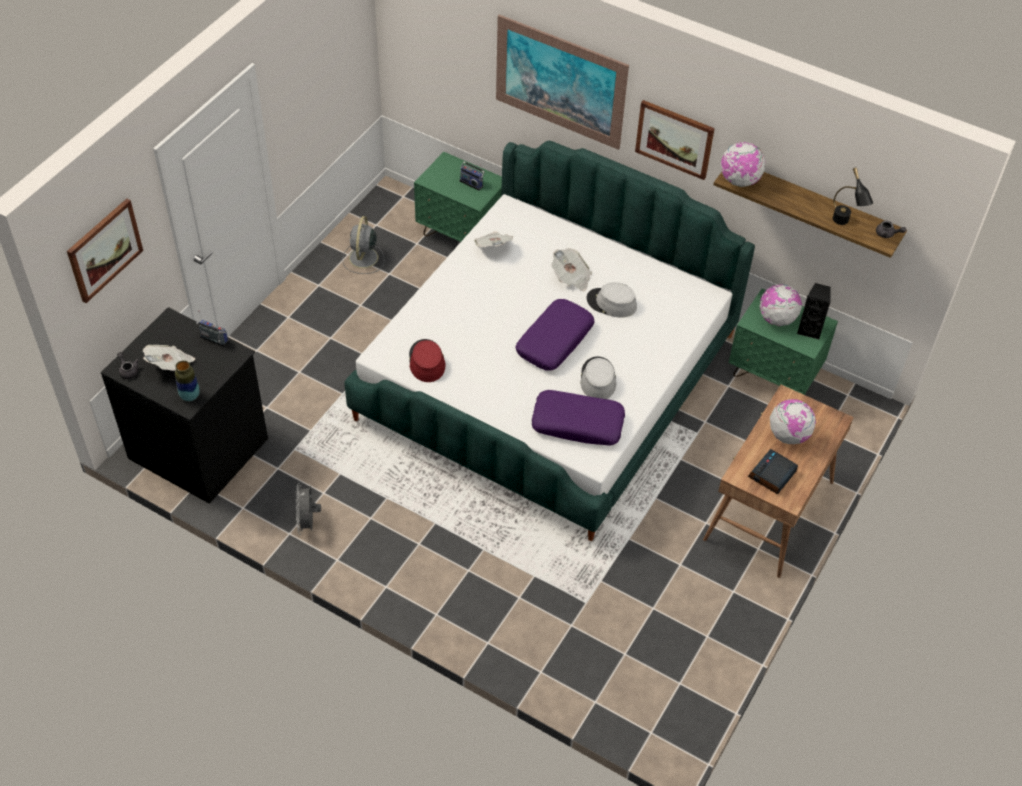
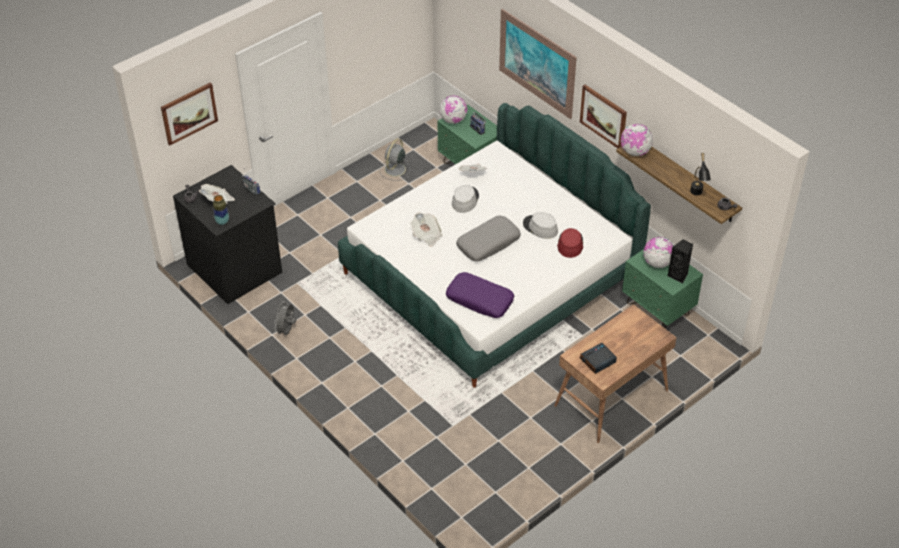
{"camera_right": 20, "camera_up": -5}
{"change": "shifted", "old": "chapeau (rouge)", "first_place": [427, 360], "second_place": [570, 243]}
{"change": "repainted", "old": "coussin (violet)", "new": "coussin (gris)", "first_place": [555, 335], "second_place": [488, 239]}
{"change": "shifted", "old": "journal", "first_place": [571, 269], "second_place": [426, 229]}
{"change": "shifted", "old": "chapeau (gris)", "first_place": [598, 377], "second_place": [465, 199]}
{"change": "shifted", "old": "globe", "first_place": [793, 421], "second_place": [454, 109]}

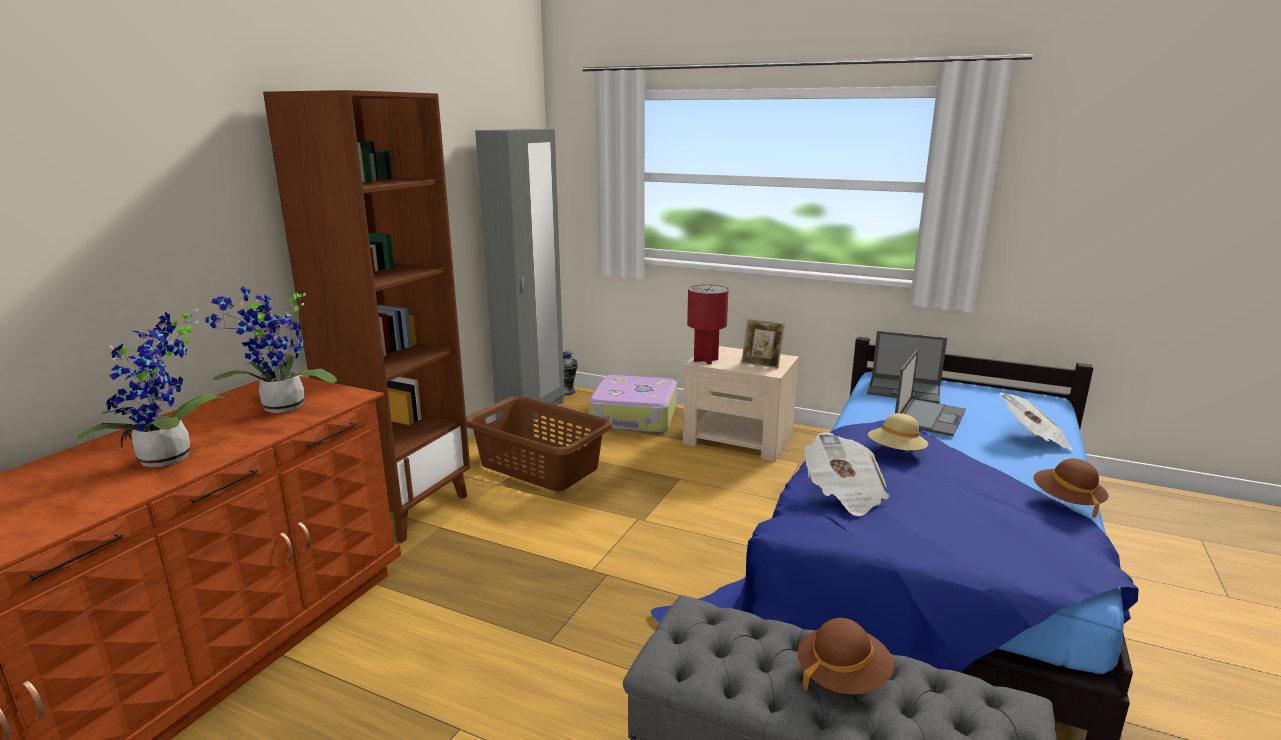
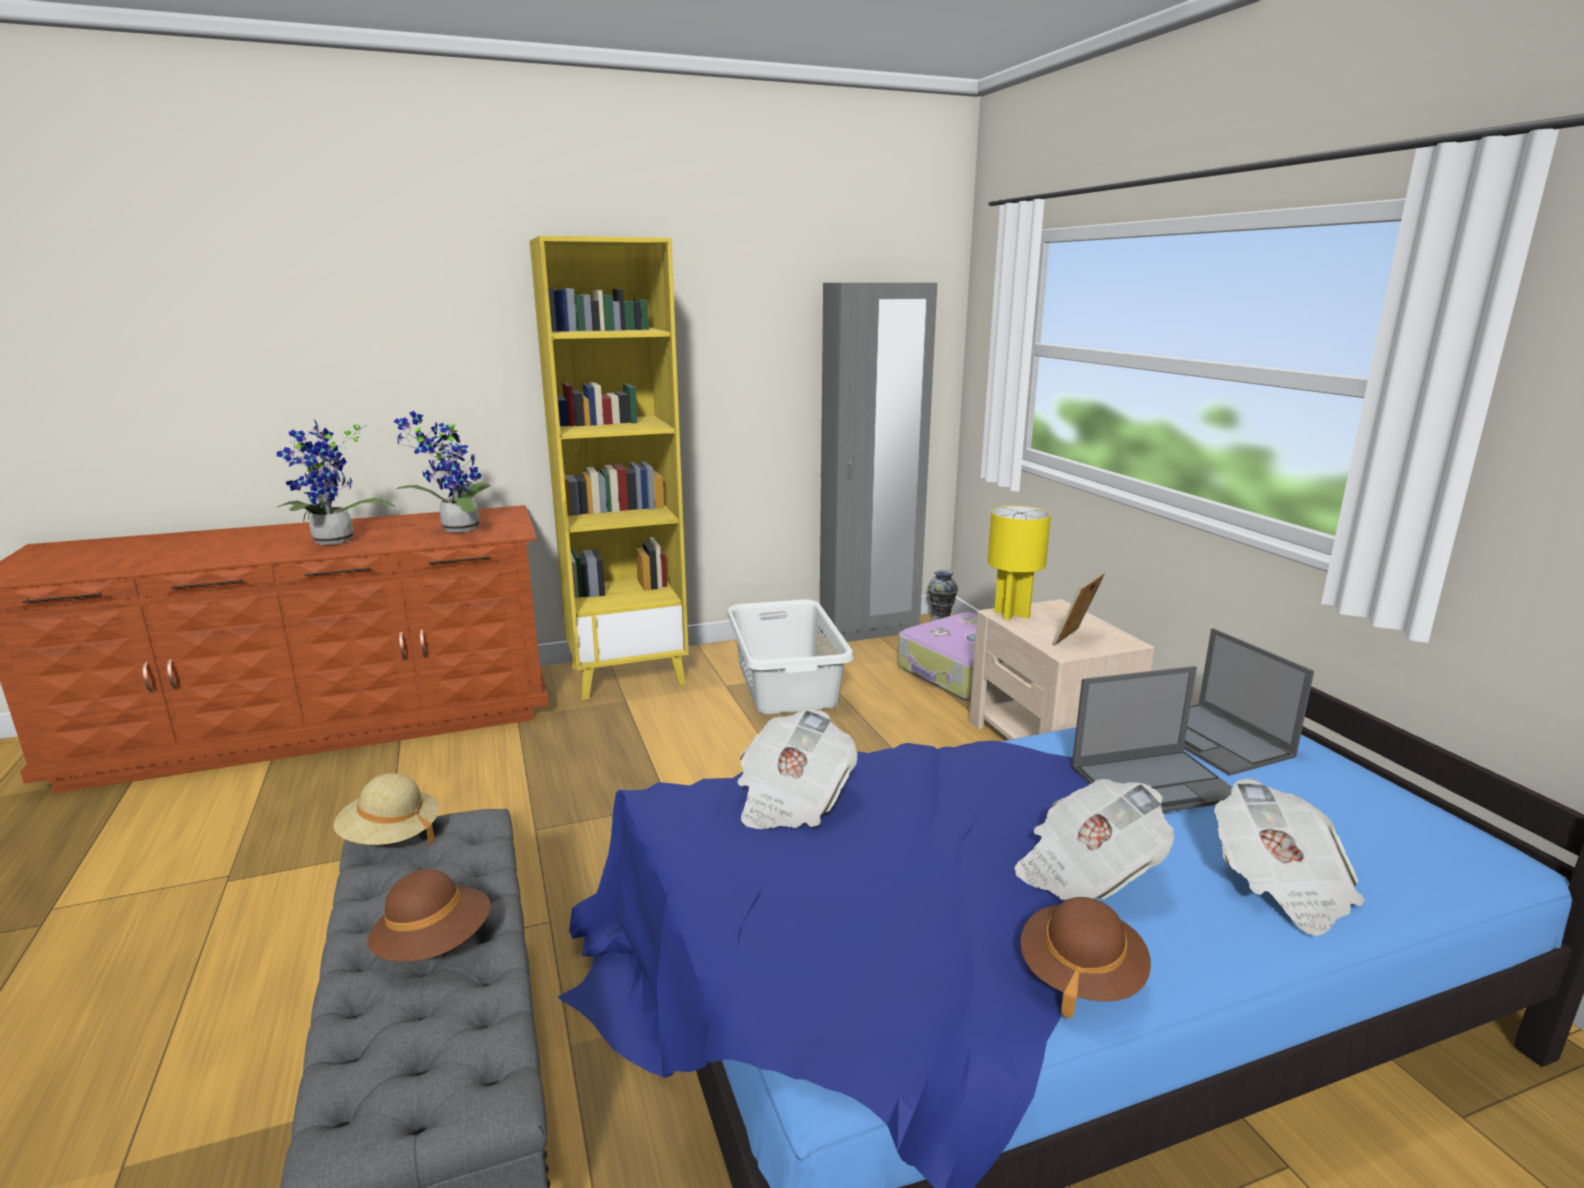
{"camera_right": 45, "camera_up": 0}
{"change": "repainted", "old": "bibliothèque (marron)", "new": "bibliothèque (jaune)", "first_place": [366, 316], "second_place": [609, 468]}
{"change": "repainted", "old": "panier à linge (marron)", "new": "panier à linge (blanc)", "first_place": [539, 443], "second_place": [790, 656]}
{"change": "repainted", "old": "lampe de table (rouge)", "new": "lampe de table (jaune)", "first_place": [707, 324], "second_place": [1019, 563]}
{"change": "rotated", "old": "cadre photo", "first_place": [763, 343], "second_place": [1079, 609], "degrees": 60}
{"change": "shifted", "old": "chapeau (beige)", "first_place": [898, 431], "second_place": [386, 809]}
{"change": "new", "new": "journal", "second_place": [1094, 839]}

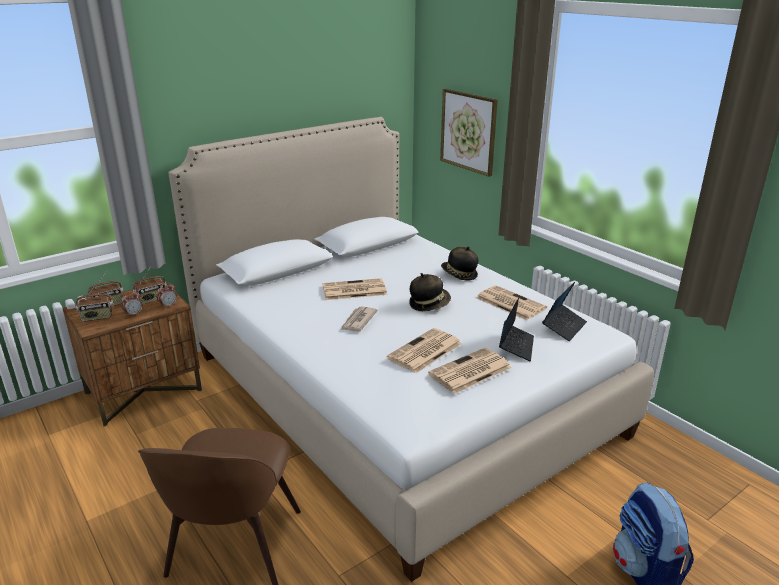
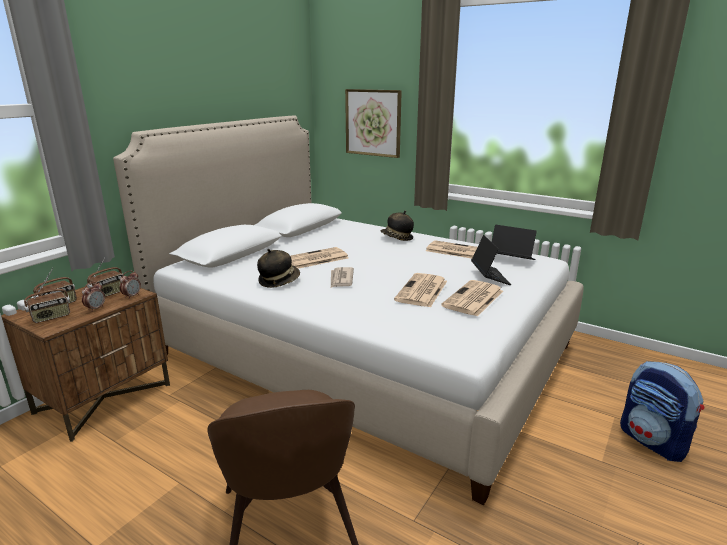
{"camera_right": -20, "camera_up": -5}
{"change": "shifted", "old": "chapeau", "first_place": [430, 292], "second_place": [278, 268]}
{"change": "rotated", "old": "ordinateur portable", "first_place": [564, 311], "second_place": [514, 242], "degrees": -75}

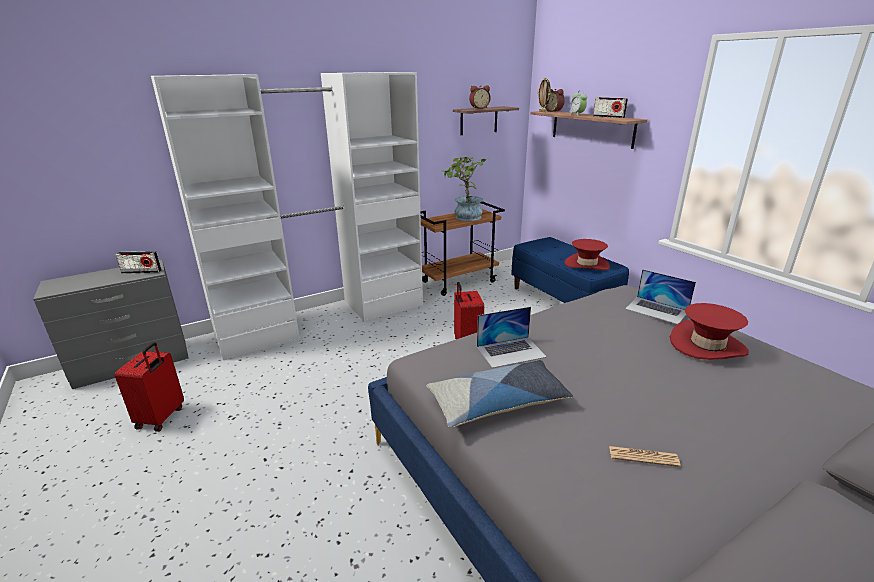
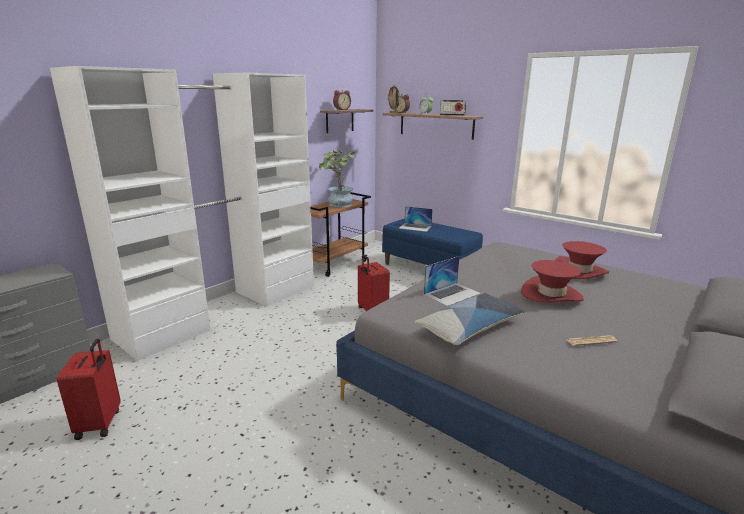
{"camera_right": -20, "camera_up": -5}
{"change": "gone", "old": "radio", "first_place": [139, 262]}
{"change": "shifted", "old": "chapeau (rouge)", "first_place": [587, 254], "second_place": [552, 281]}
{"change": "shifted", "old": "ordinateur portable", "first_place": [660, 296], "second_place": [416, 219]}

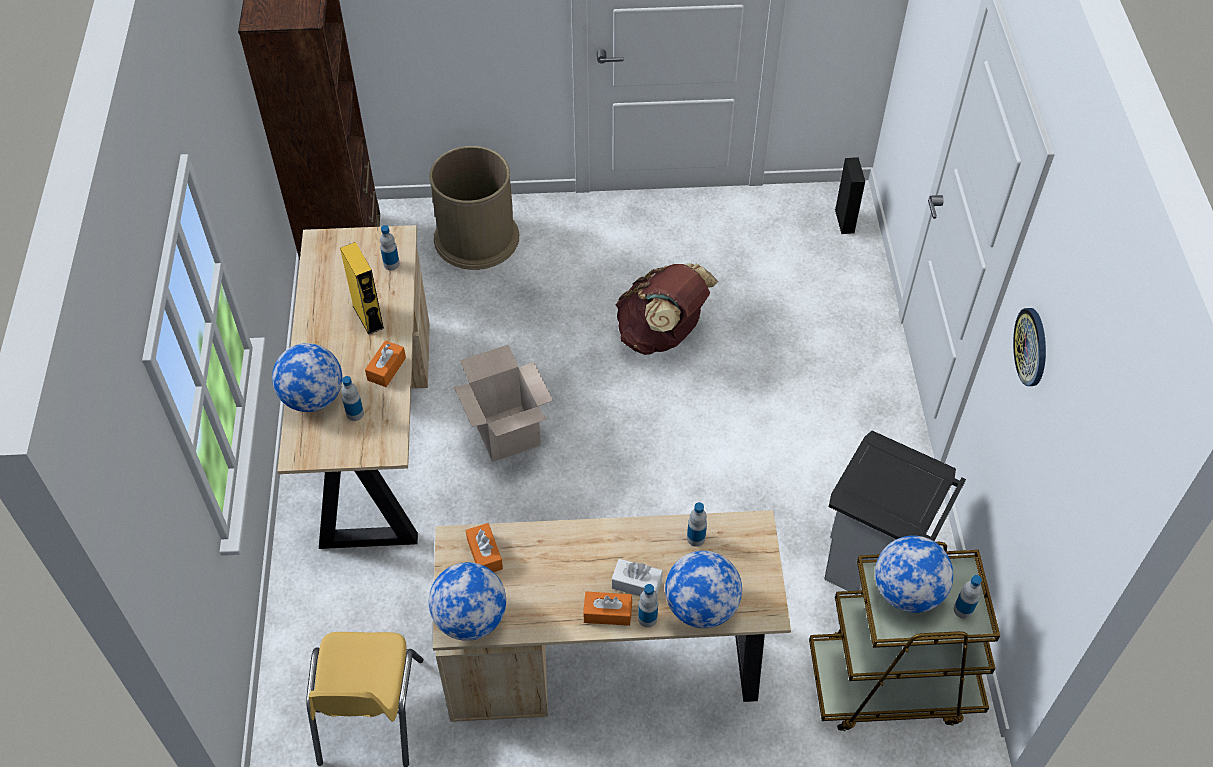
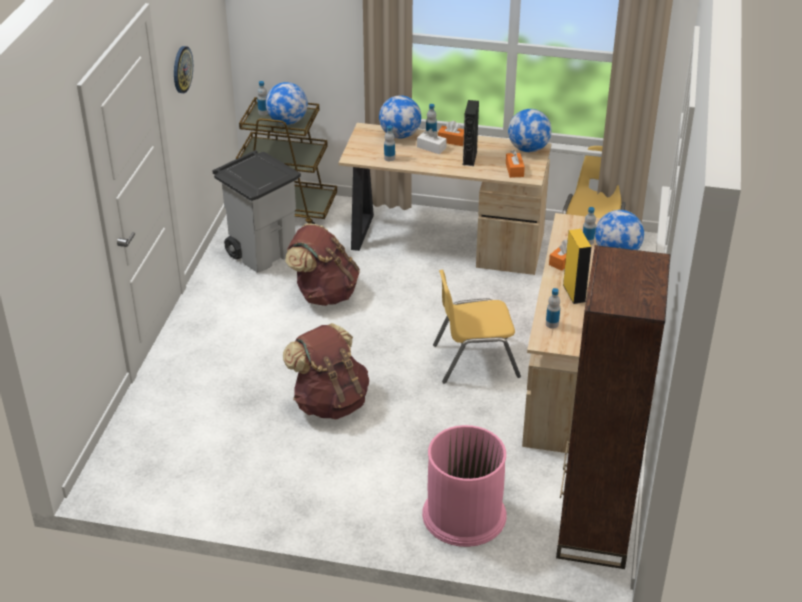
{"camera_right": -165, "camera_up": -15}
{"change": "repainted", "old": "poubelle (marron)", "new": "poubelle (rose)", "first_place": [474, 208], "second_place": [464, 486]}
{"change": "swapped", "old": "carton", "new": "chaise (jaune)", "first_place": [503, 403], "second_place": [477, 327]}
{"change": "shifted", "old": "enceinte (noir)", "first_place": [850, 195], "second_place": [471, 133]}
{"change": "new", "new": "sac à dos (marron)", "second_place": [322, 264]}

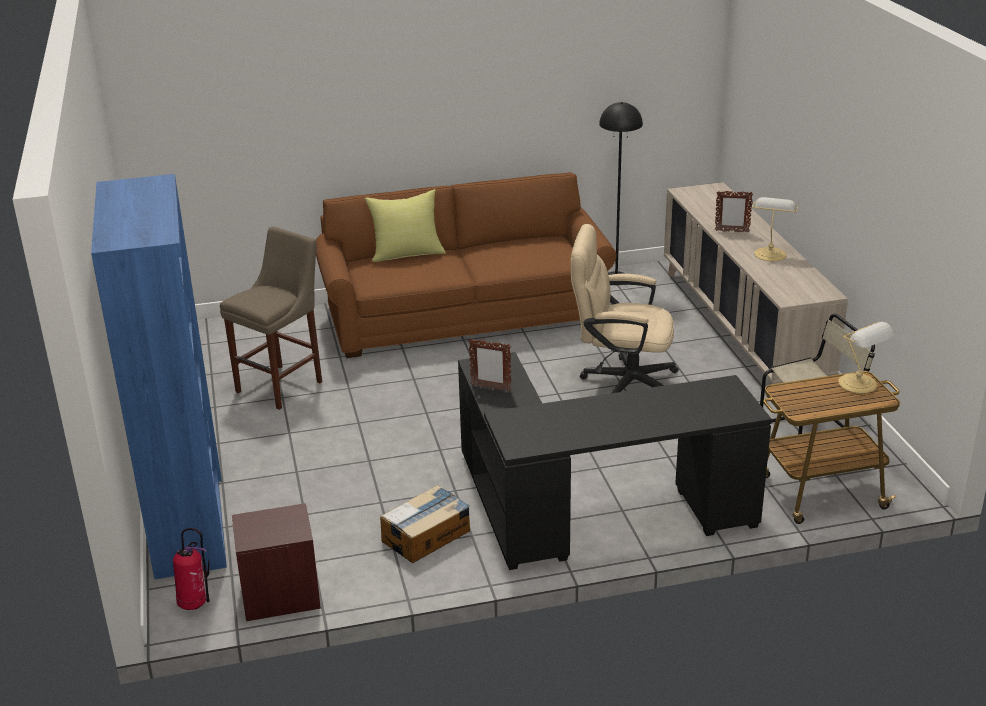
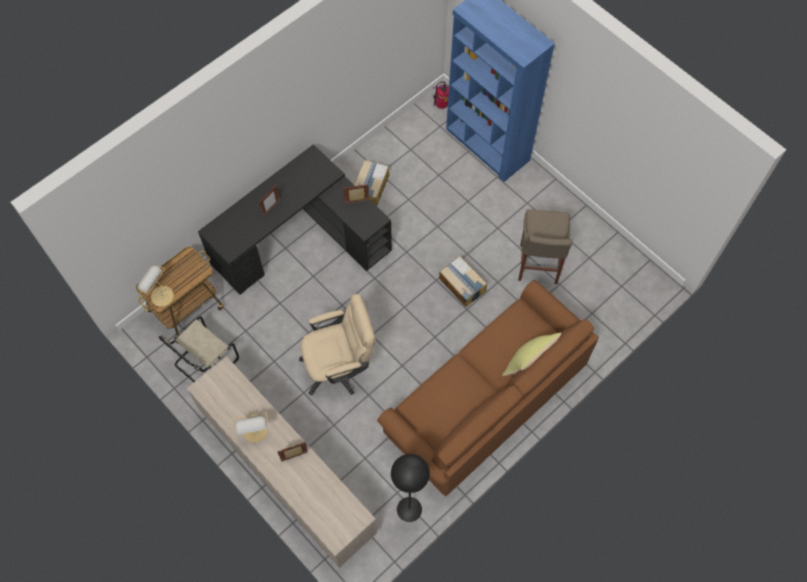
{"camera_right": 150, "camera_up": 35}
{"change": "gone", "old": "table de chevet (marron)", "first_place": [276, 562]}
{"change": "new", "new": "cadre photo", "second_place": [269, 201]}
{"change": "new", "new": "carton", "second_place": [463, 281]}

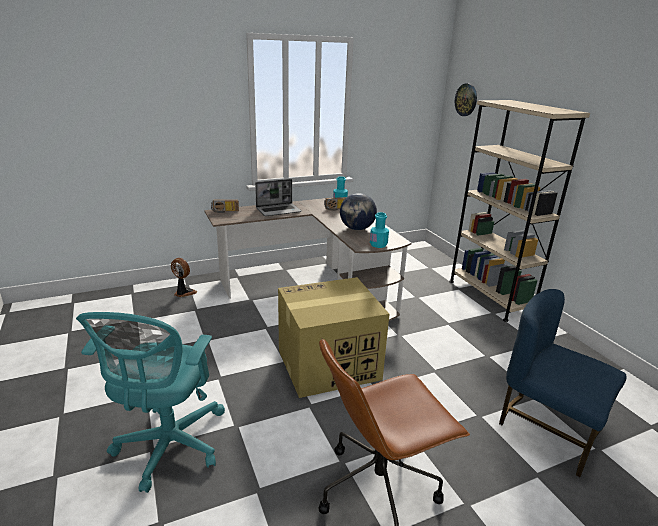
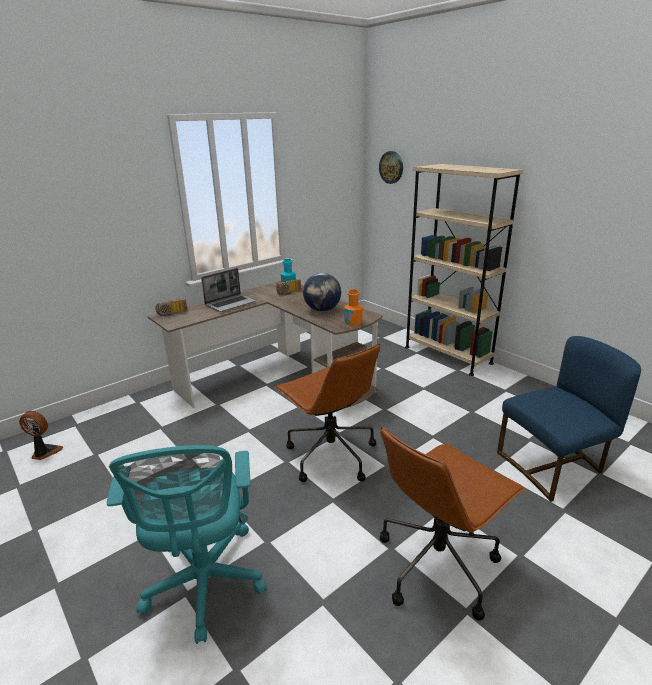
{"camera_right": -15, "camera_up": 0}
{"change": "shifted", "old": "ventilateur", "first_place": [184, 277], "second_place": [41, 435]}
{"change": "swapped", "old": "carton", "new": "chaise de bureau (marron)", "first_place": [333, 337], "second_place": [327, 412]}
{"change": "repainted", "old": "bouteille (turquoise)", "new": "bouteille (orange)", "first_place": [379, 230], "second_place": [353, 307]}
{"change": "rotated", "old": "chaise (bleu)", "first_place": [563, 383], "second_place": [569, 419], "degrees": 135}

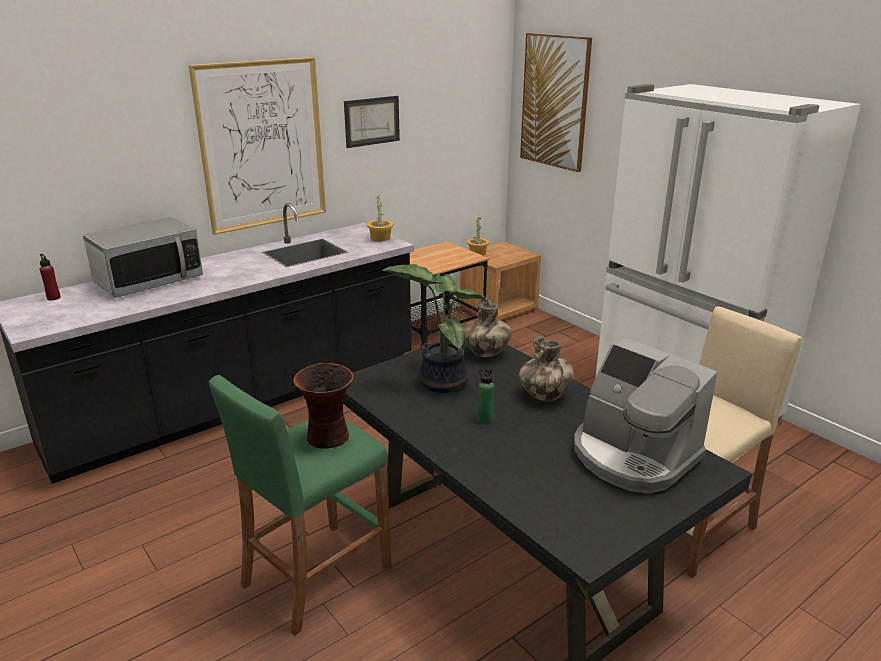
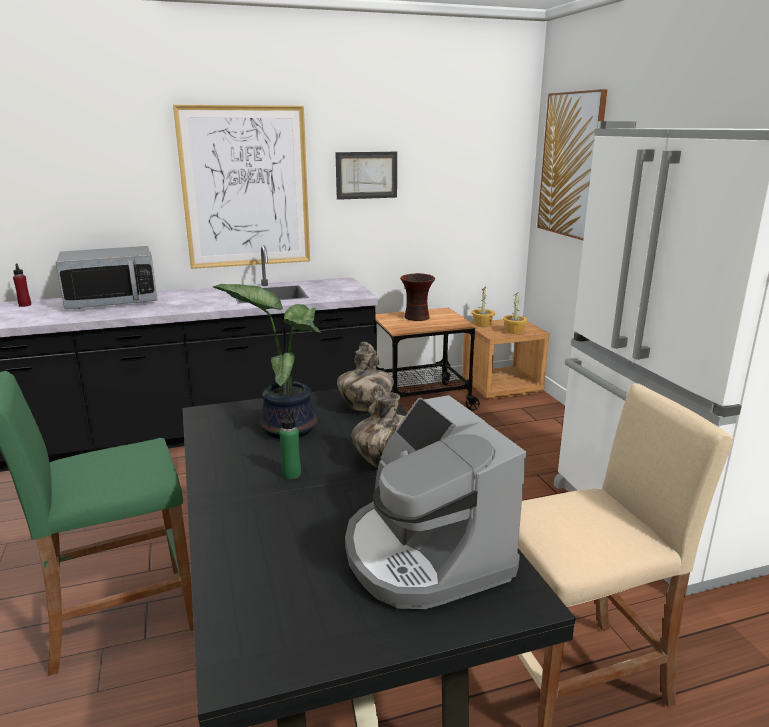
{"camera_right": 20, "camera_up": -5}
{"change": "shifted", "old": "vase", "first_place": [323, 406], "second_place": [417, 297]}
{"change": "shifted", "old": "plante en pot", "first_place": [380, 218], "second_place": [515, 313]}

